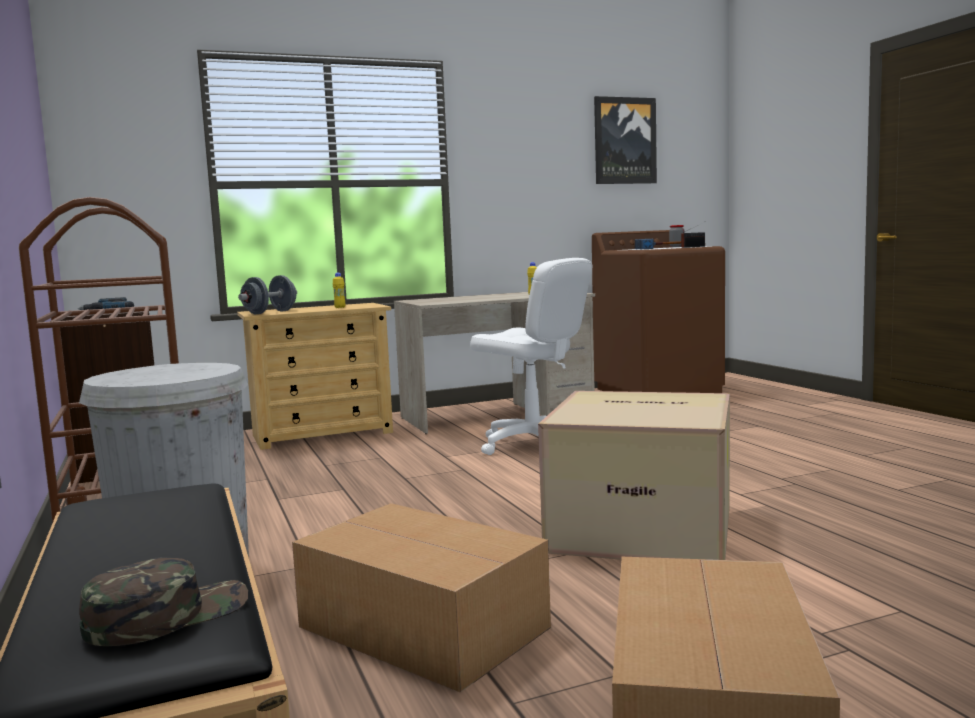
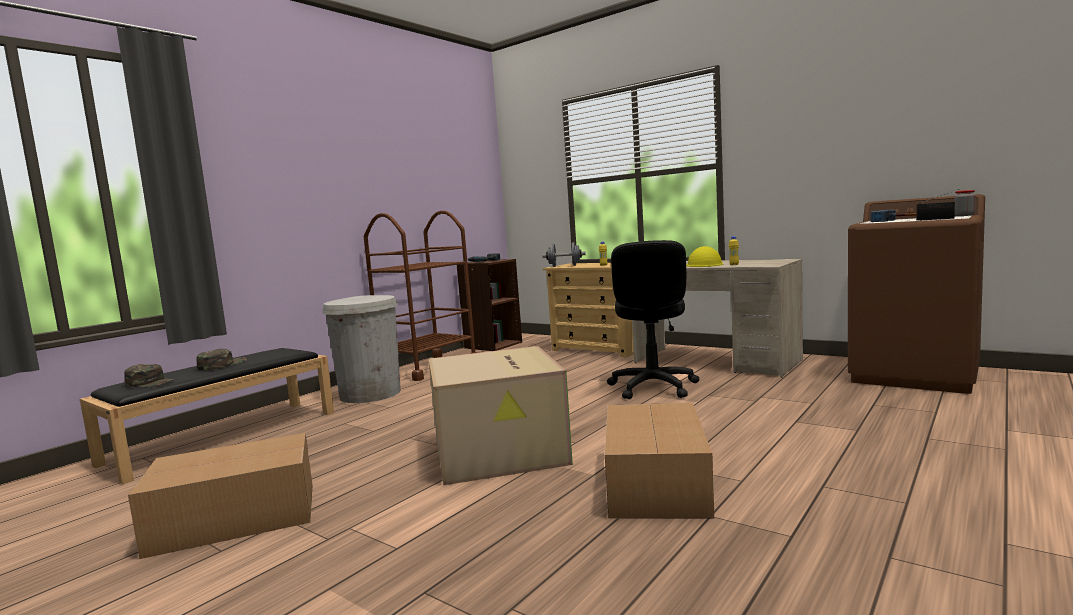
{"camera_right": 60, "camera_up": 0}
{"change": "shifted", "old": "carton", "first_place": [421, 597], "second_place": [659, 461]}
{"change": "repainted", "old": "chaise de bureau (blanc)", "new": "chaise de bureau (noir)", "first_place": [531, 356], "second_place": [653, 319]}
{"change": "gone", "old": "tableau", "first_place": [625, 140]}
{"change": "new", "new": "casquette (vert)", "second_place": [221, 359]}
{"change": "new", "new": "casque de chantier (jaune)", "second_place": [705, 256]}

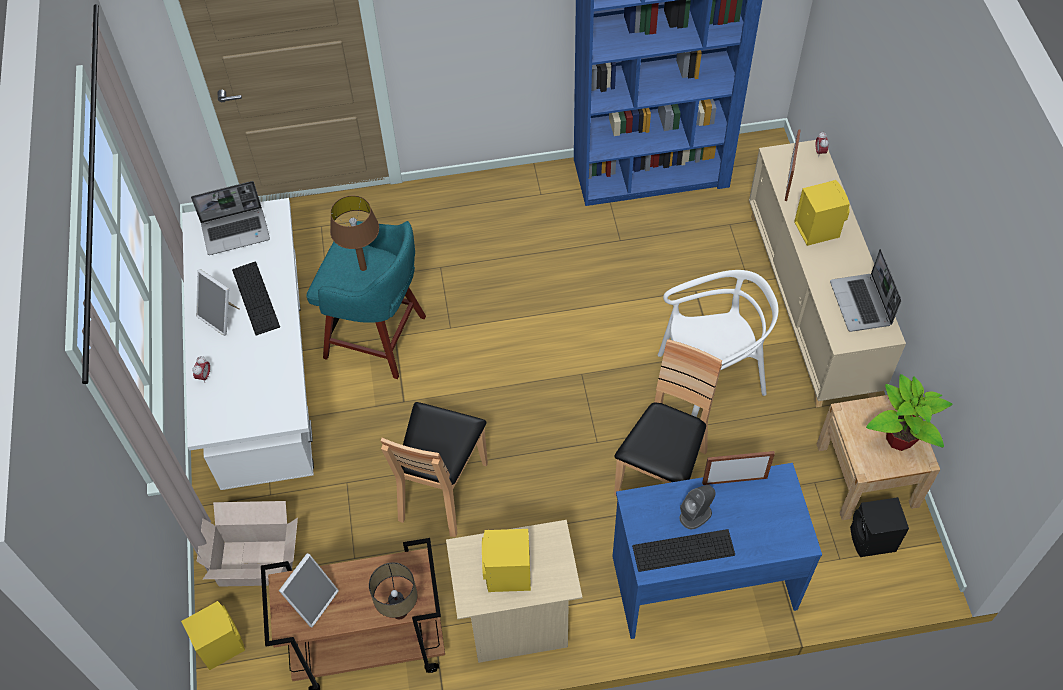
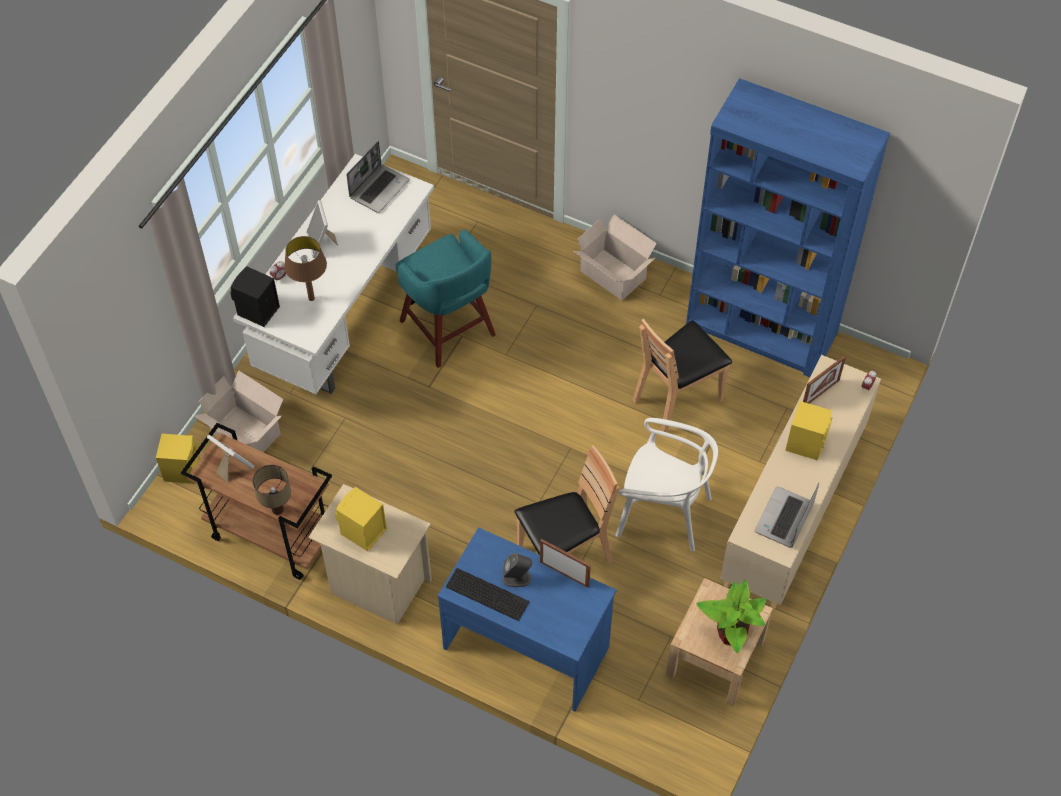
{"camera_right": 35, "camera_up": 0}
{"change": "rotated", "old": "ordinateur portable", "first_place": [230, 218], "second_place": [378, 177], "degrees": -75}
{"change": "gone", "old": "clavier", "first_place": [256, 298]}
{"change": "rotated", "old": "cadre photo", "first_place": [309, 590], "second_place": [231, 458], "degrees": -120}
{"change": "shifted", "old": "lampe de table (marron)", "first_place": [354, 233], "second_place": [305, 268]}
{"change": "shifted", "old": "chaise (marron)", "first_place": [434, 469], "second_place": [682, 375]}
{"change": "shifted", "old": "enceinte (noir)", "first_place": [879, 527], "second_place": [255, 296]}
{"change": "new", "new": "carton", "second_place": [615, 257]}

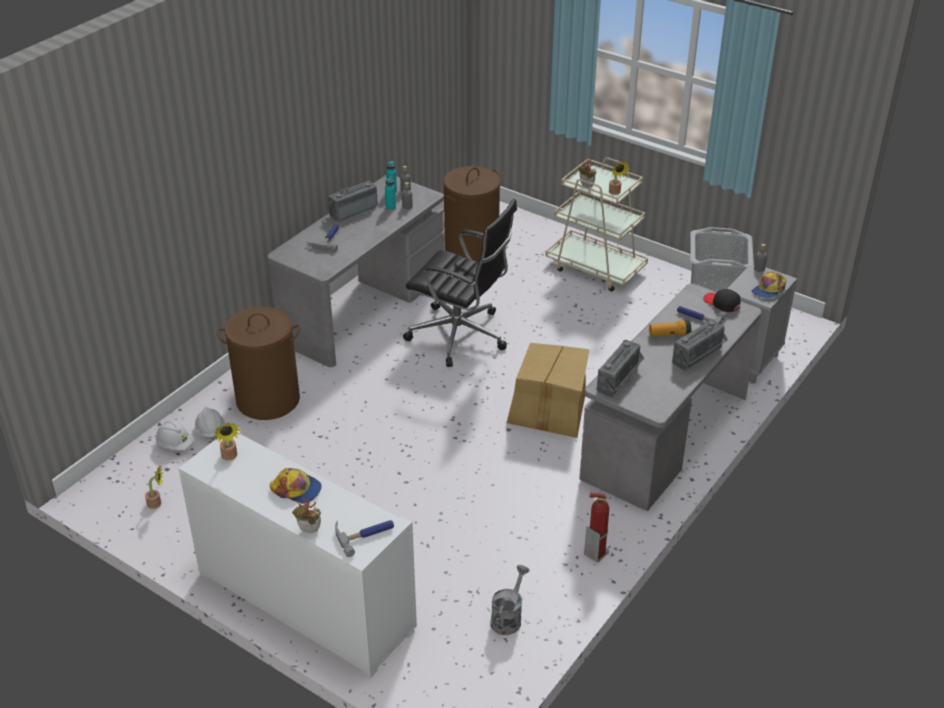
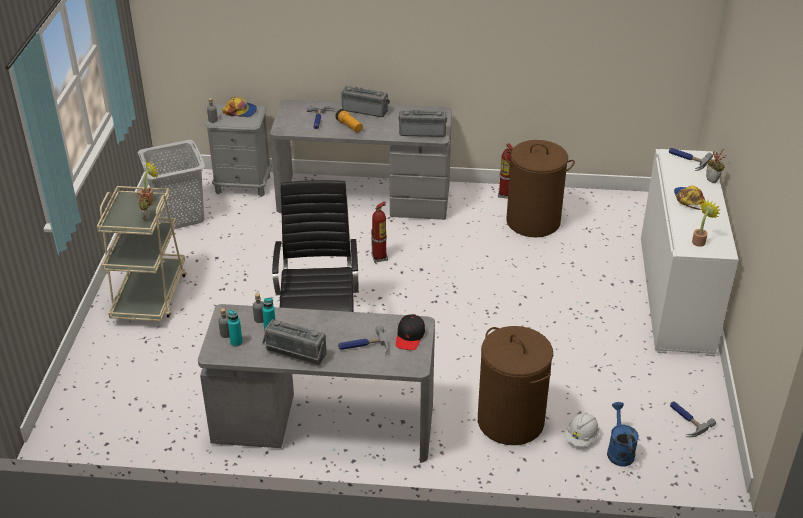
{"camera_right": -120, "camera_up": 0}
{"change": "swapped", "old": "plante en pot", "new": "marteau", "first_place": [154, 487], "second_place": [693, 419]}
{"change": "swapped", "old": "casque de chantier (blanc)", "new": "arrosoir (bleu)", "first_place": [174, 435], "second_place": [623, 434]}
{"change": "shifted", "old": "panier à linge (marron)", "first_place": [471, 214], "second_place": [539, 188]}
{"change": "gone", "old": "arrosoir (gris)", "first_place": [510, 600]}
{"change": "swapped", "old": "carton", "new": "extincteur", "first_place": [548, 390], "second_place": [379, 231]}
{"change": "shifted", "old": "casquette (noir)", "first_place": [721, 300], "second_place": [410, 332]}

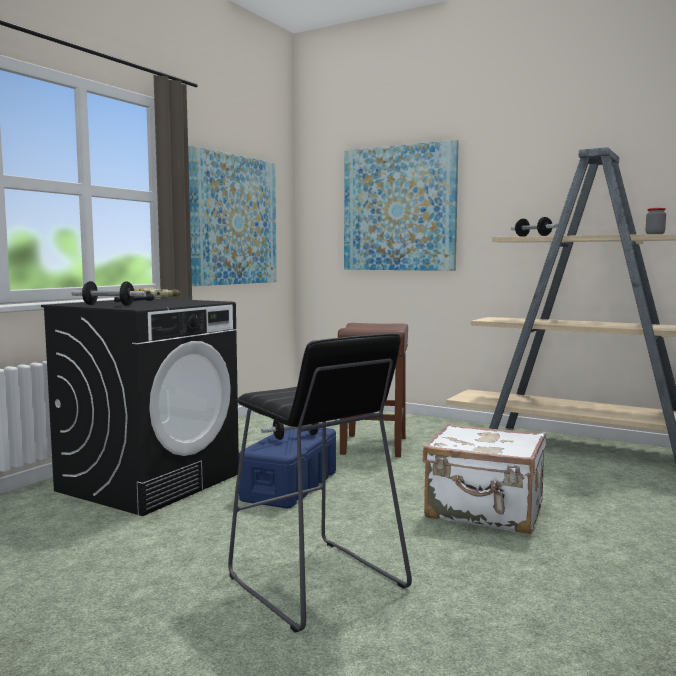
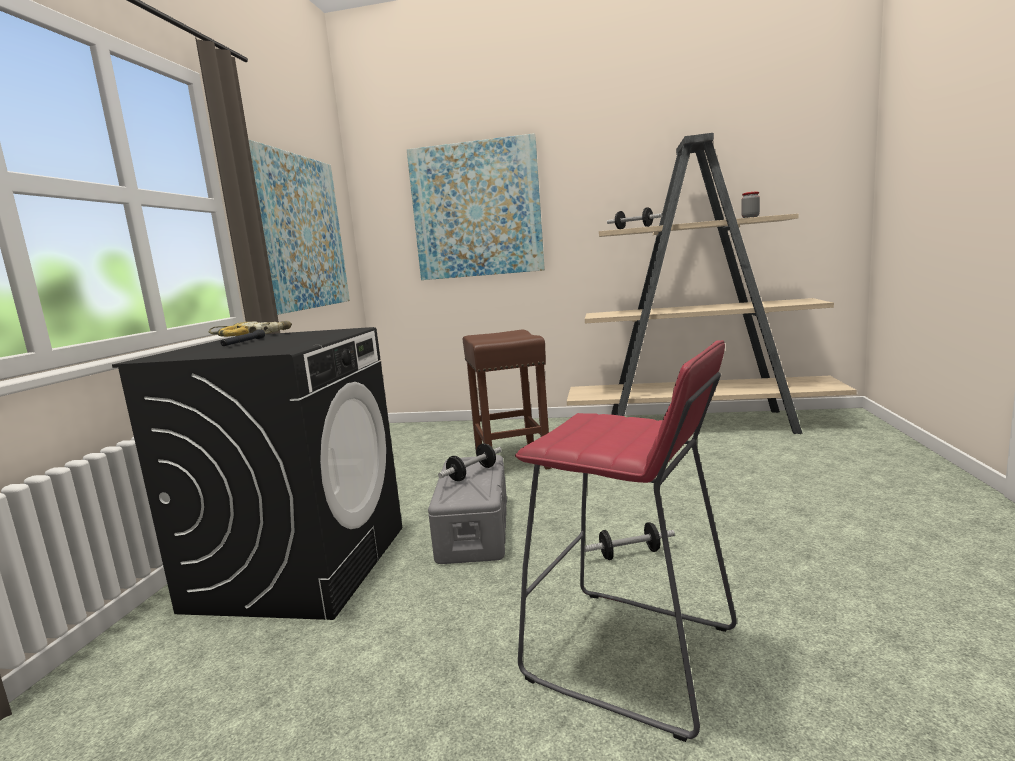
{"camera_right": -20, "camera_up": 5}
{"change": "shifted", "old": "haltère", "first_place": [108, 293], "second_place": [630, 541]}
{"change": "repainted", "old": "tabouret (noir)", "new": "tabouret (rouge)", "first_place": [320, 483], "second_place": [626, 541]}
{"change": "repainted", "old": "boîte de rangement (bleu)", "new": "boîte de rangement (gris)", "first_place": [287, 468], "second_place": [467, 509]}
{"change": "gone", "old": "valise (blanc)", "first_place": [484, 478]}

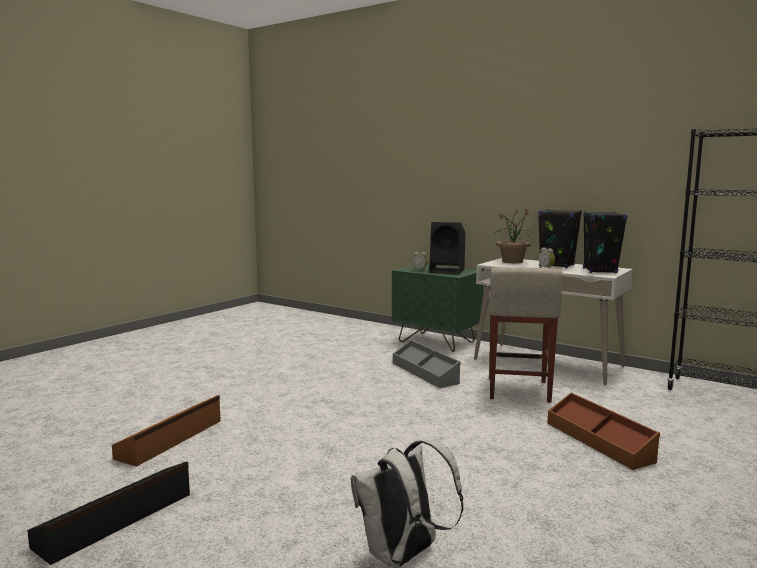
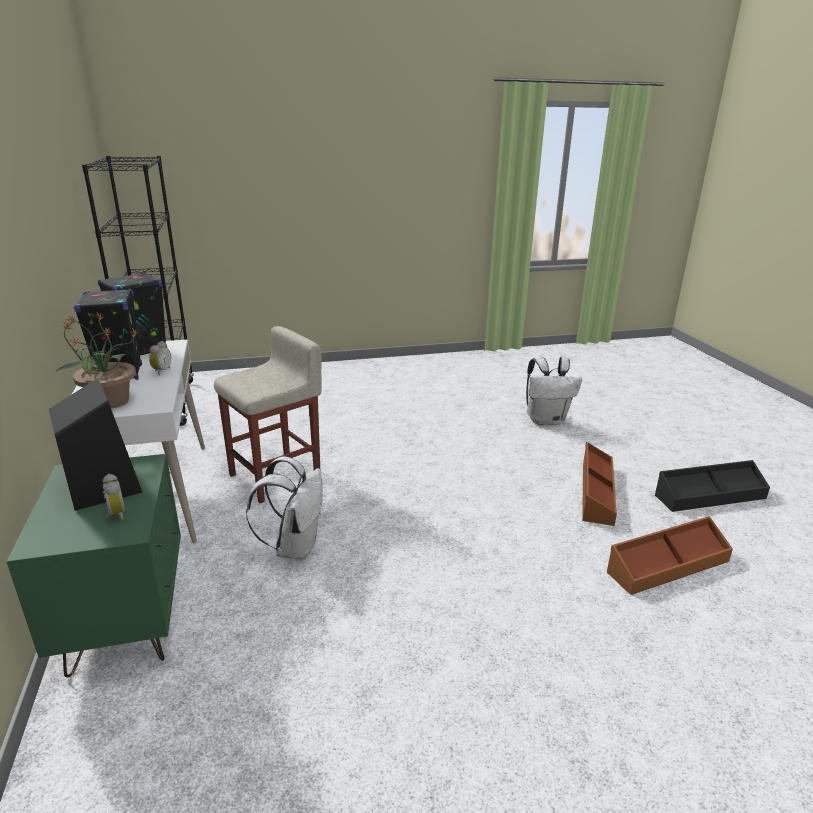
{"camera_right": -140, "camera_up": 15}
{"change": "swapped", "old": "boîte de rangement (gris)", "new": "sac à dos (blanc)", "first_place": [427, 364], "second_place": [284, 508]}
{"change": "shifted", "old": "boîte de rangement (marron)", "first_place": [603, 431], "second_place": [599, 484]}

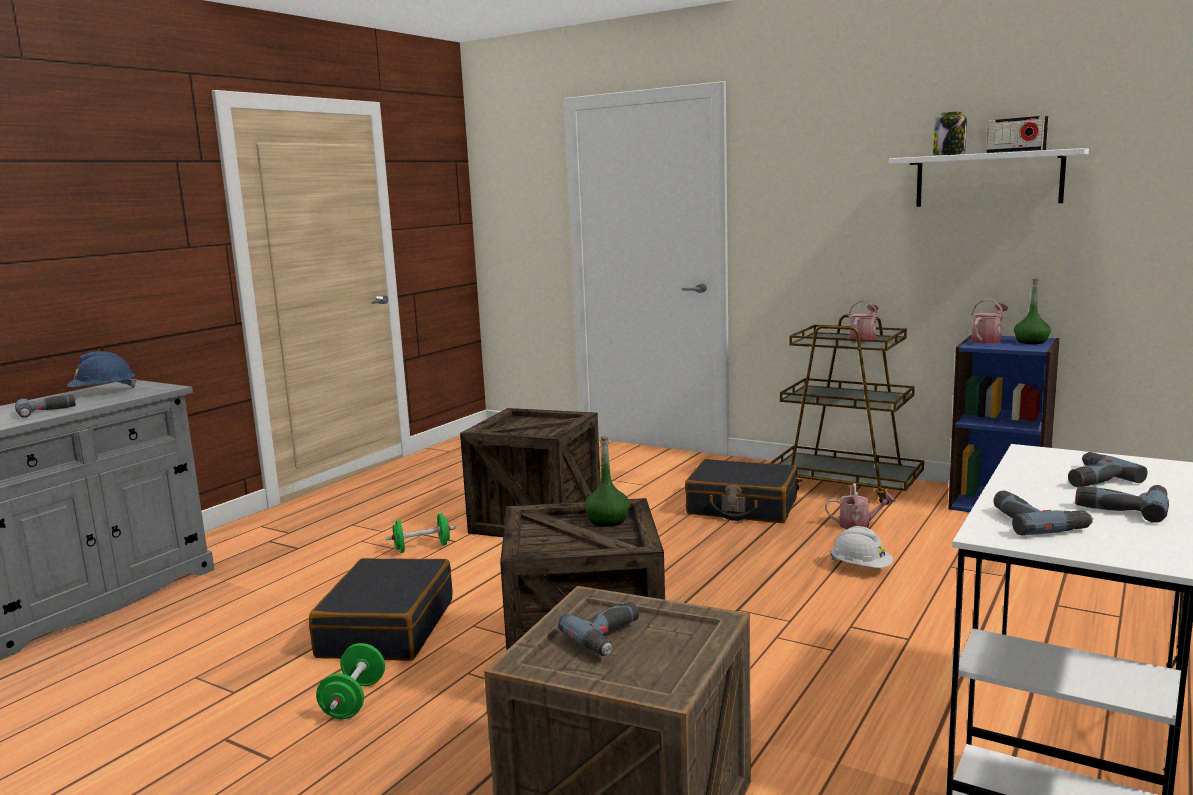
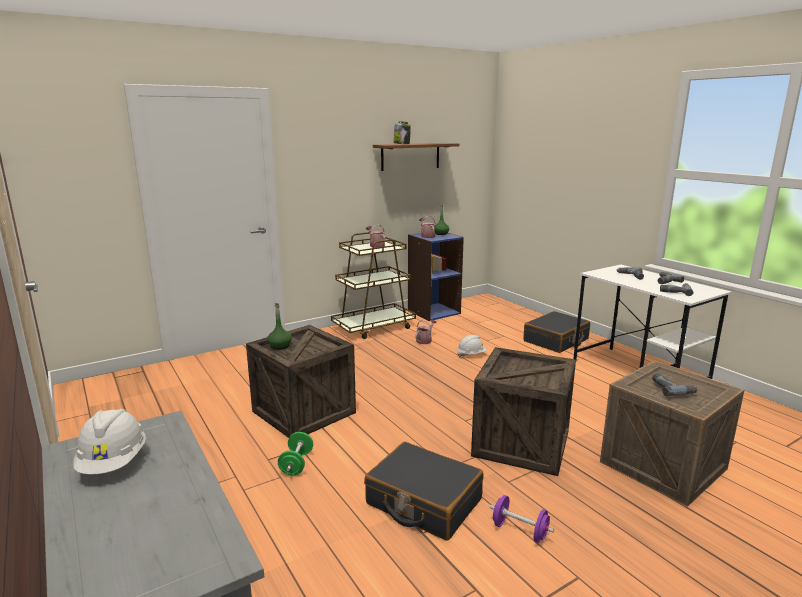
{"camera_right": -65, "camera_up": 5}
{"change": "gone", "old": "perceuse", "first_place": [45, 406]}
{"change": "repainted", "old": "casque de chantier (bleu)", "new": "casque de chantier (blanc)", "first_place": [102, 369], "second_place": [110, 442]}
{"change": "repainted", "old": "haltère (vert)", "new": "haltère (violet)", "first_place": [350, 681], "second_place": [522, 519]}
{"change": "shifted", "old": "bouteille (vert)", "first_place": [607, 481], "second_place": [279, 326]}
{"change": "shifted", "old": "valise (noir)", "first_place": [741, 491], "second_place": [556, 332]}
{"change": "repainted", "old": "étagère (blanc)", "new": "étagère (marron)", "first_place": [989, 177], "second_place": [416, 157]}
{"change": "gone", "old": "radio", "first_place": [1017, 134]}

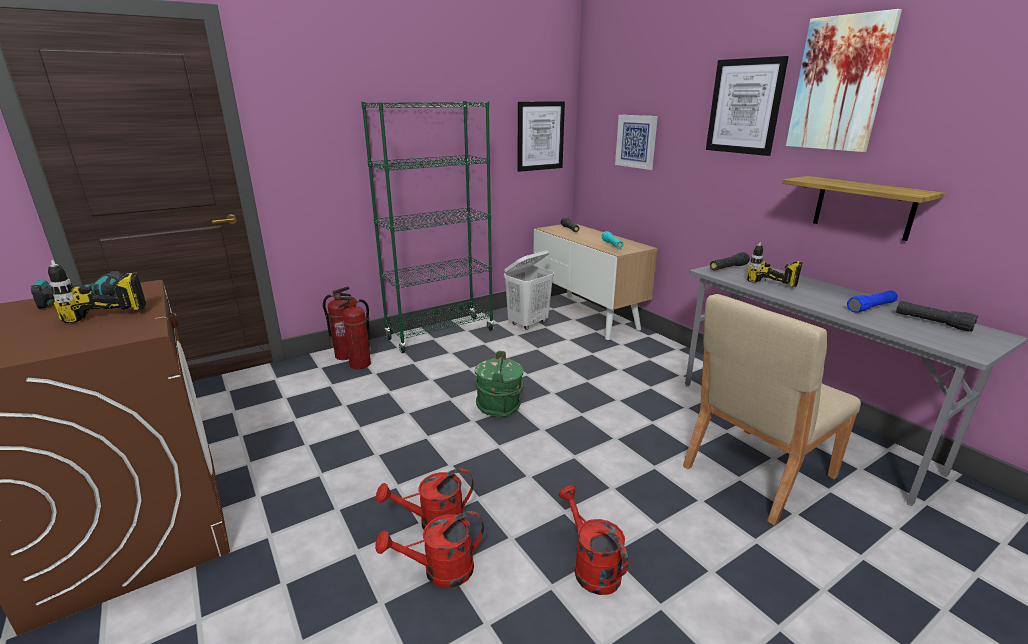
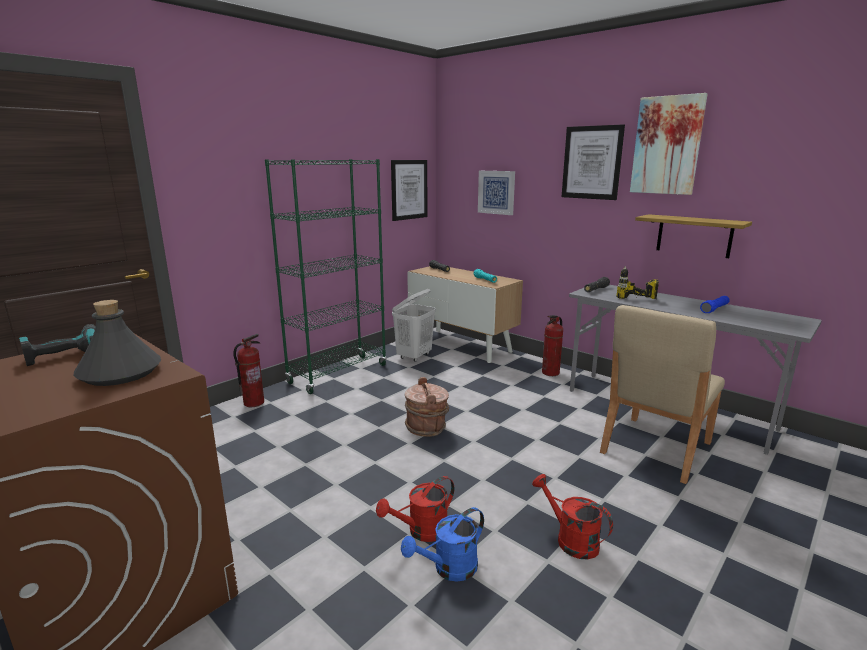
{"camera_right": -15, "camera_up": -5}
{"change": "swapped", "old": "perceuse", "new": "bouteille (gris)", "first_place": [97, 291], "second_place": [117, 343]}
{"change": "shifted", "old": "extincteur", "first_place": [355, 333], "second_place": [552, 345]}
{"change": "repainted", "old": "arrosoir (rouge)", "new": "arrosoir (bleu)", "first_place": [429, 549], "second_place": [442, 544]}
{"change": "repainted", "old": "seau (vert)", "new": "seau (marron)", "first_place": [499, 384], "second_place": [427, 407]}
{"change": "gone", "old": "lampe de poche (noir)", "first_place": [937, 316]}

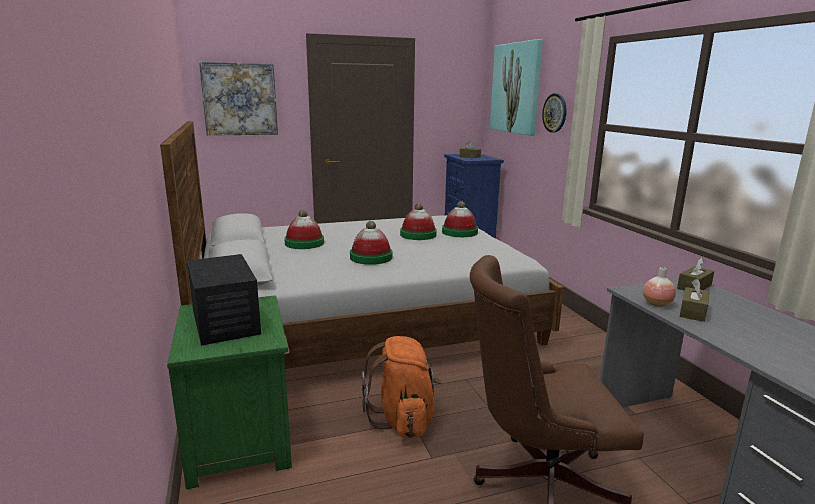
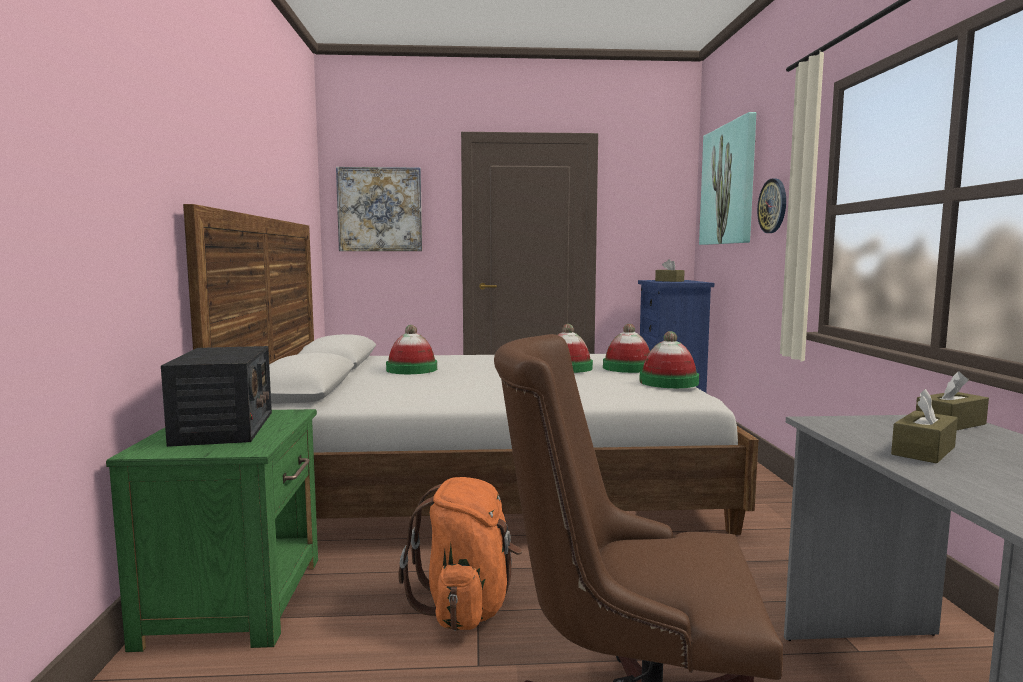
{"camera_right": 15, "camera_up": -10}
{"change": "shifted", "old": "chapeau", "first_place": [371, 243], "second_place": [669, 359]}
{"change": "gone", "old": "vase", "first_place": [659, 287]}

